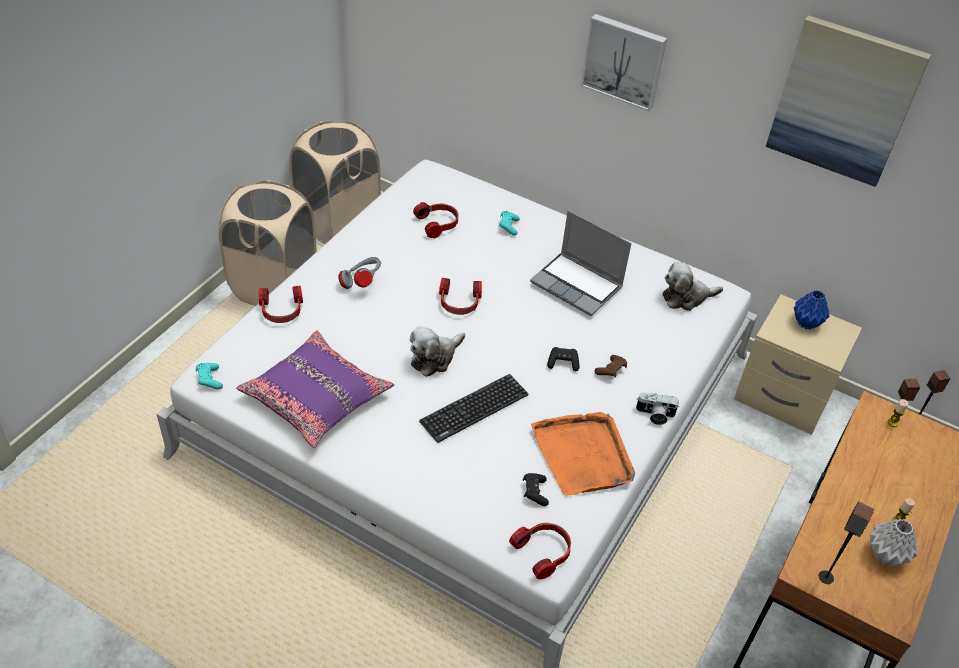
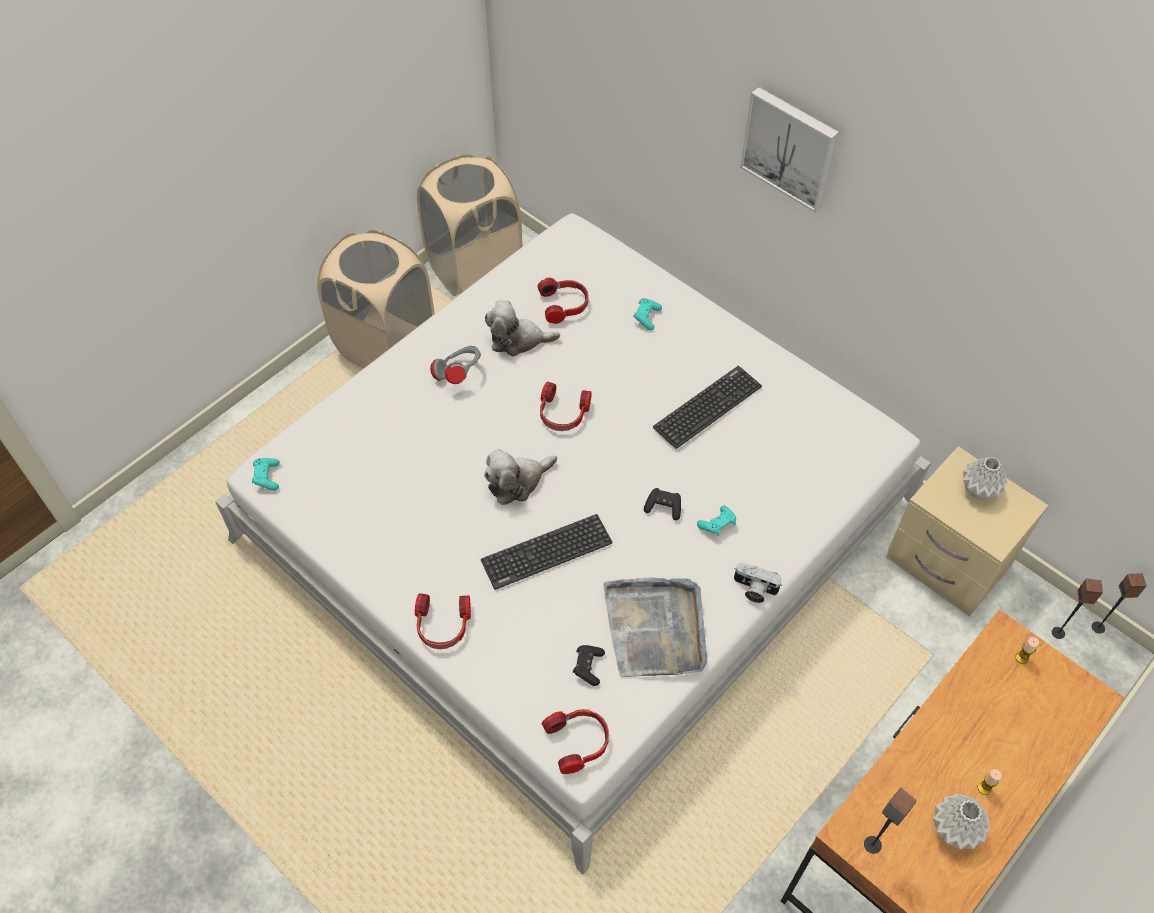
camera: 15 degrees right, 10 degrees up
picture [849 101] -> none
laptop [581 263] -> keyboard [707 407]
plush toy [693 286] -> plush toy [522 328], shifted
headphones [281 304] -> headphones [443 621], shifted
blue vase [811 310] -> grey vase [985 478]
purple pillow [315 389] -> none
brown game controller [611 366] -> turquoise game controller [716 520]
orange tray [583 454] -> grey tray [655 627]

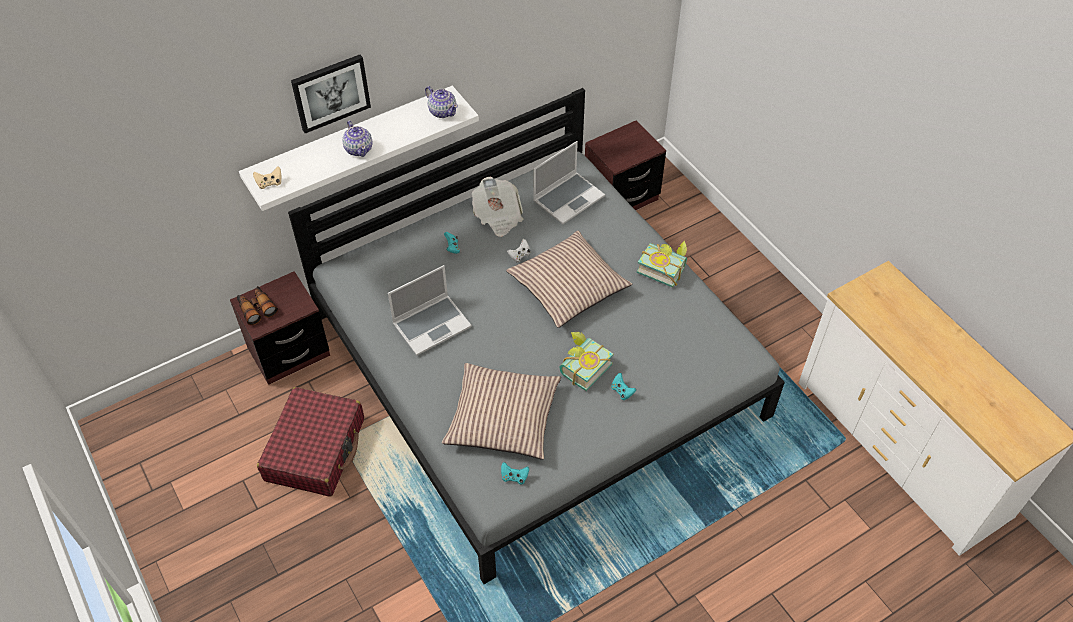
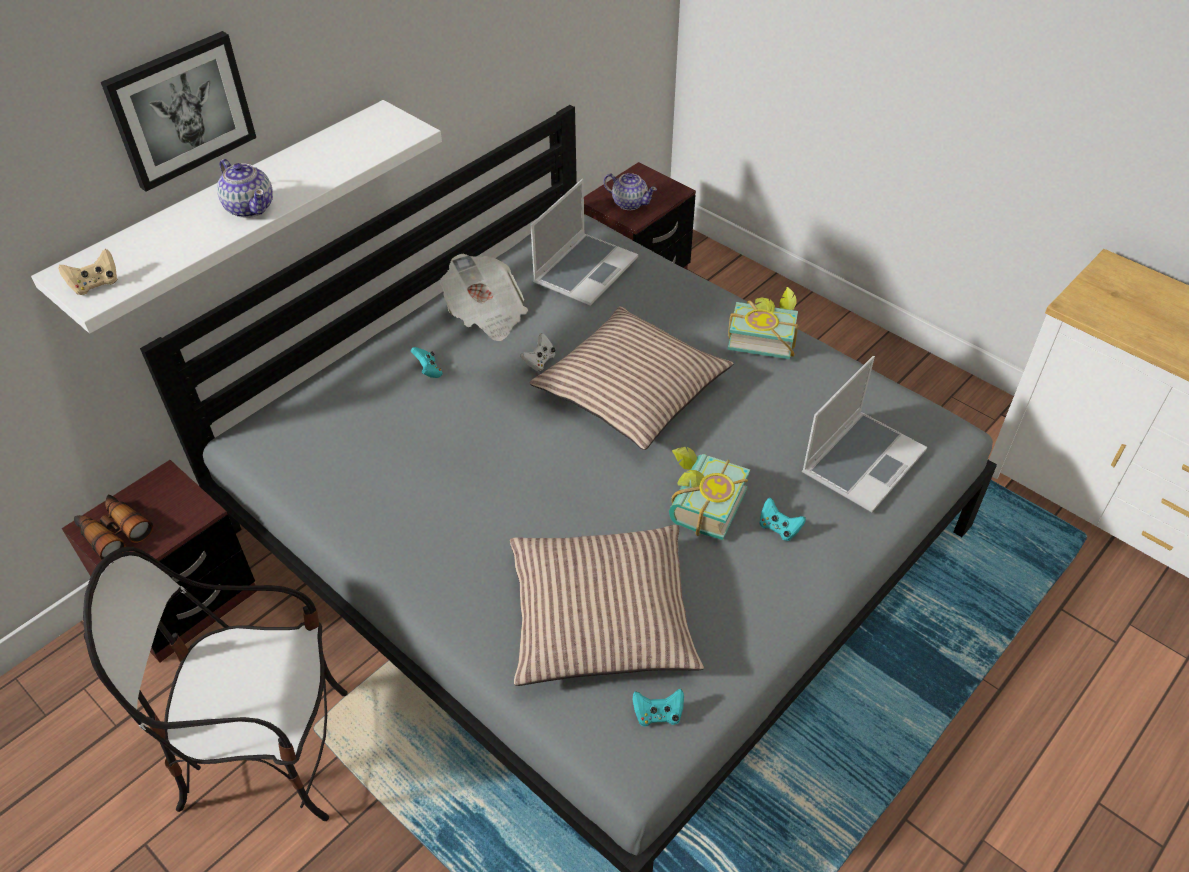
camera: 15 degrees left, 5 degrees down
teapot [441 102] -> teapot [630 191], shifted
laptop [430 310] -> laptop [864 434], shifted
red suitcase [310 442] -> chair [215 684]

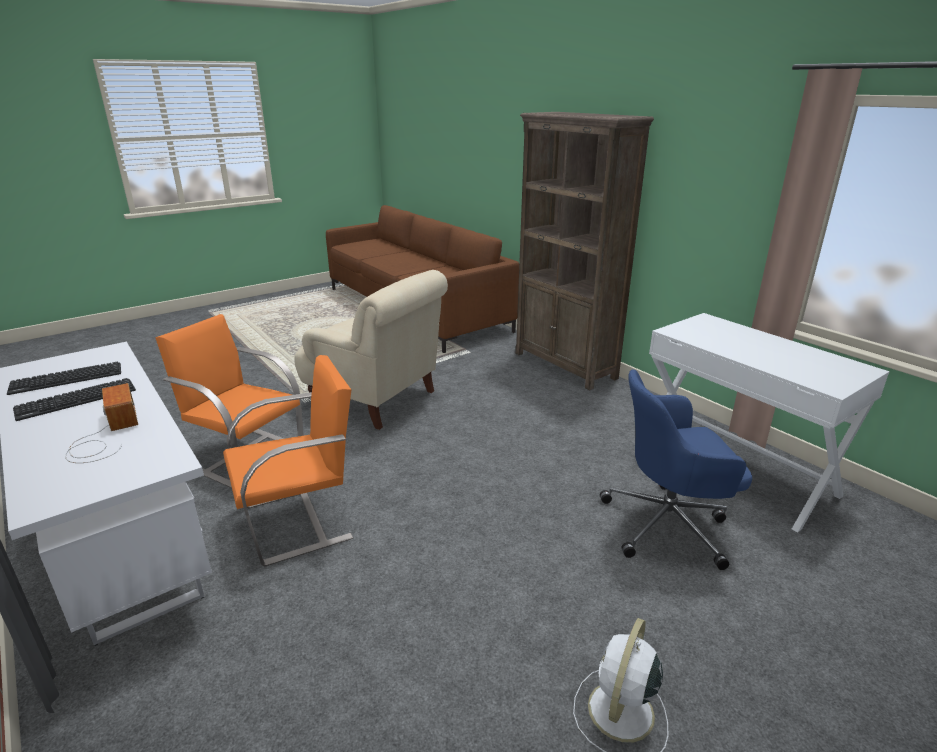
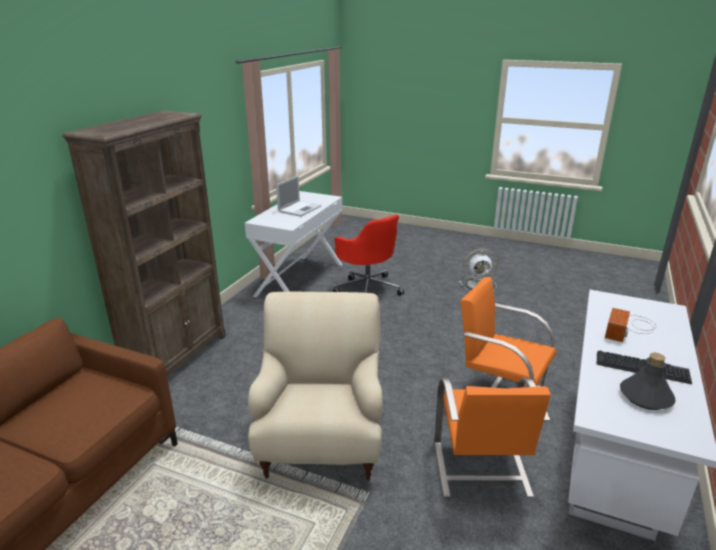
camera: 120 degrees left, 0 degrees up
keyboard [64 378] -> grey bottle [647 381]
blue office chair [676 470] -> red office chair [368 255]
none -> laptop [298 196]

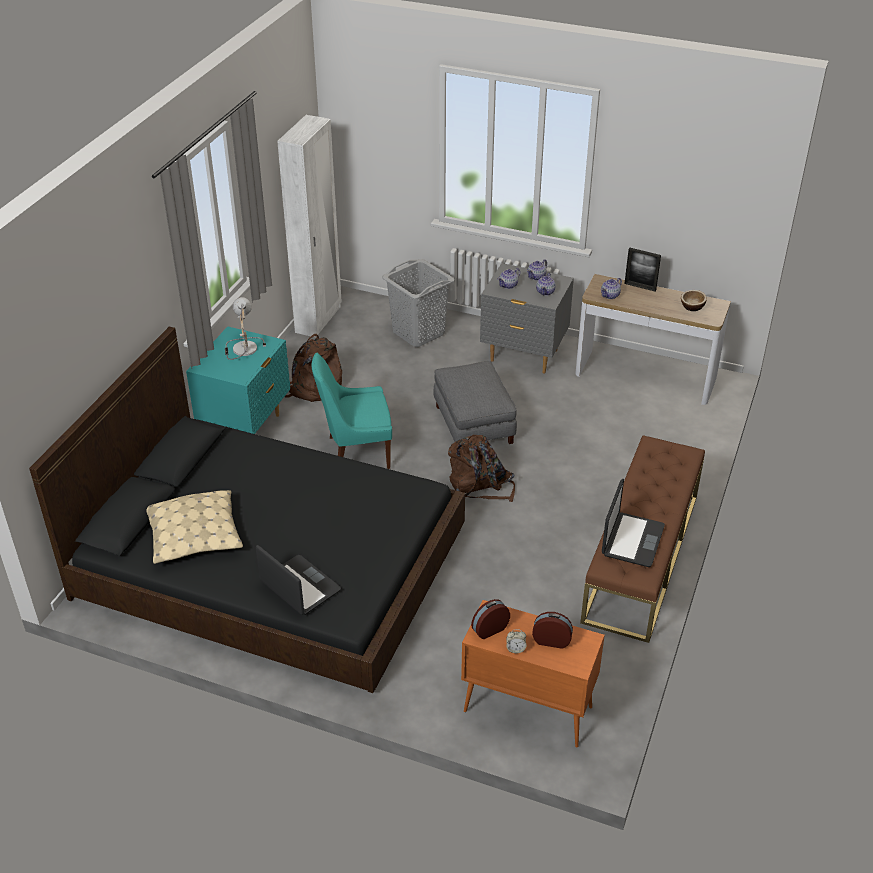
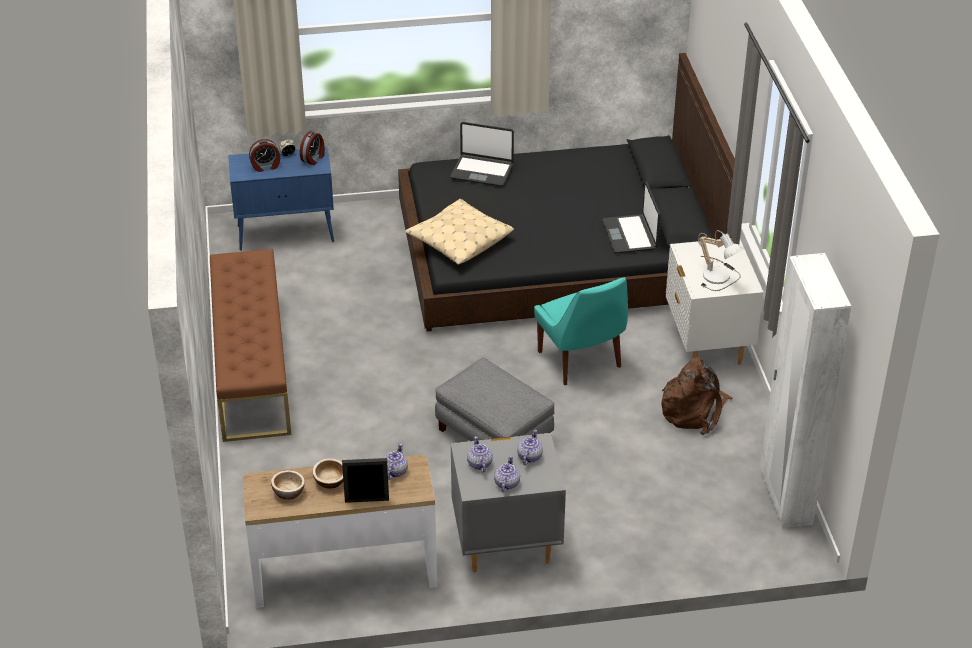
camera: 150 degrees right, 0 degrees up
grey laundry basket [418 303] -> none
turquoise nightstand [238 380] -> white nightstand [714 302]
turquoise chair [352 410] -> turquoise chair [581 331], 105 degrees clockwise
brown backpack [481 468] -> none
laptop [633 523] -> laptop [632 217], shifted
beige pillow [194 527] -> beige pillow [459 232], shifted
orange cabinet [533 673] -> blue cabinet [281 199]
none -> bowl [328 473]

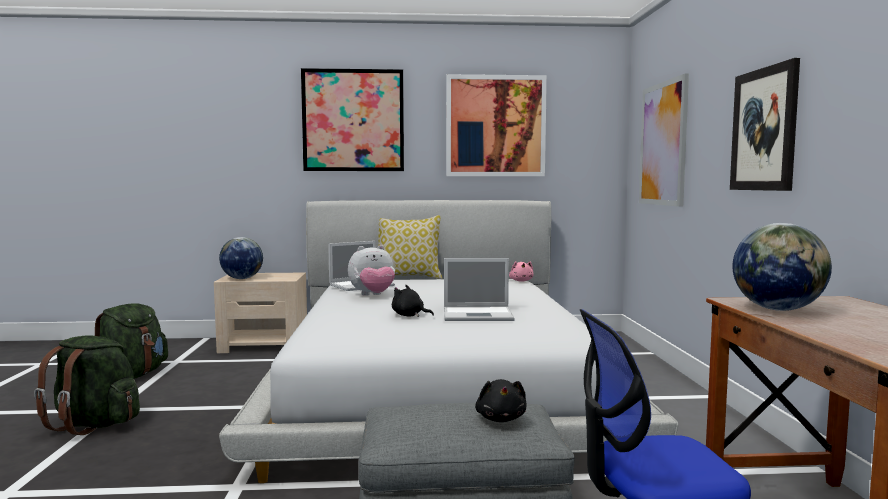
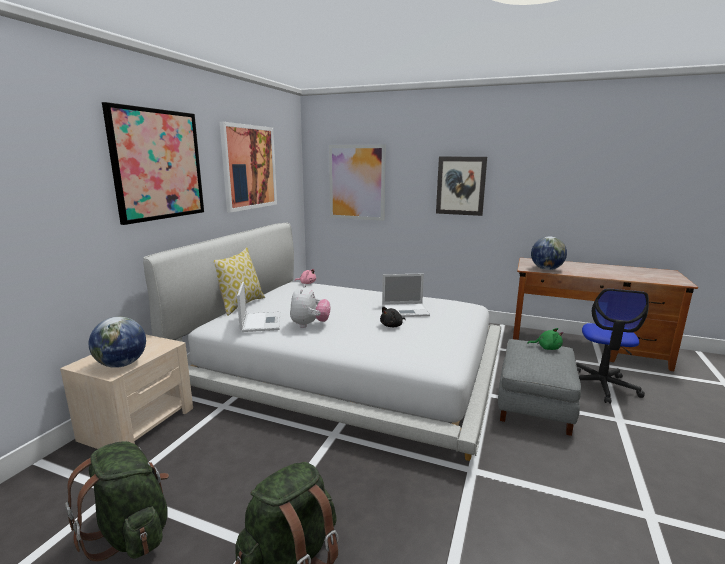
camera: 65 degrees left, 10 degrees up
laptop [479 289] -> laptop [406 295], 60 degrees clockwise
black plush toy [500 400] -> green plush toy [545 339]

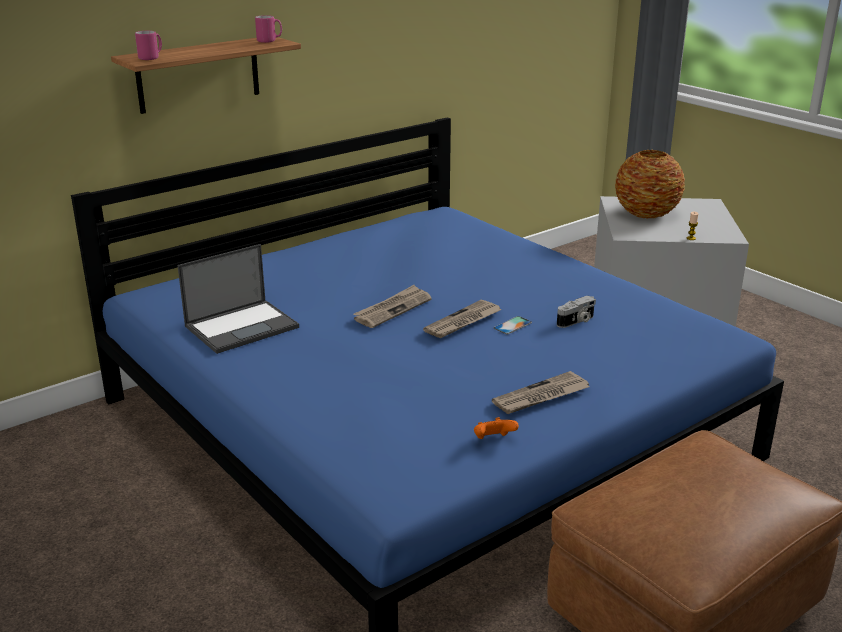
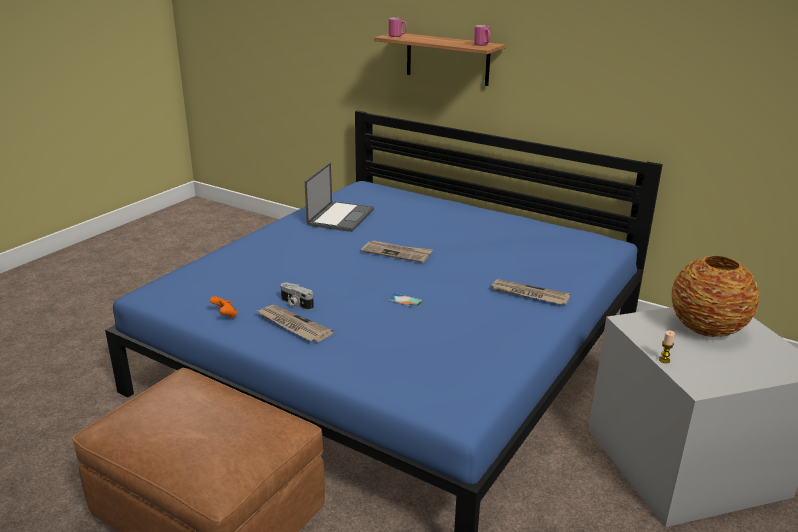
camera: 70 degrees right, 0 degrees up
laptop [238 299] -> laptop [339 197], 105 degrees counterclockwise
photo camera [576 312] -> photo camera [297 296], shifted
newspaper [462 319] -> newspaper [531 292], shifted

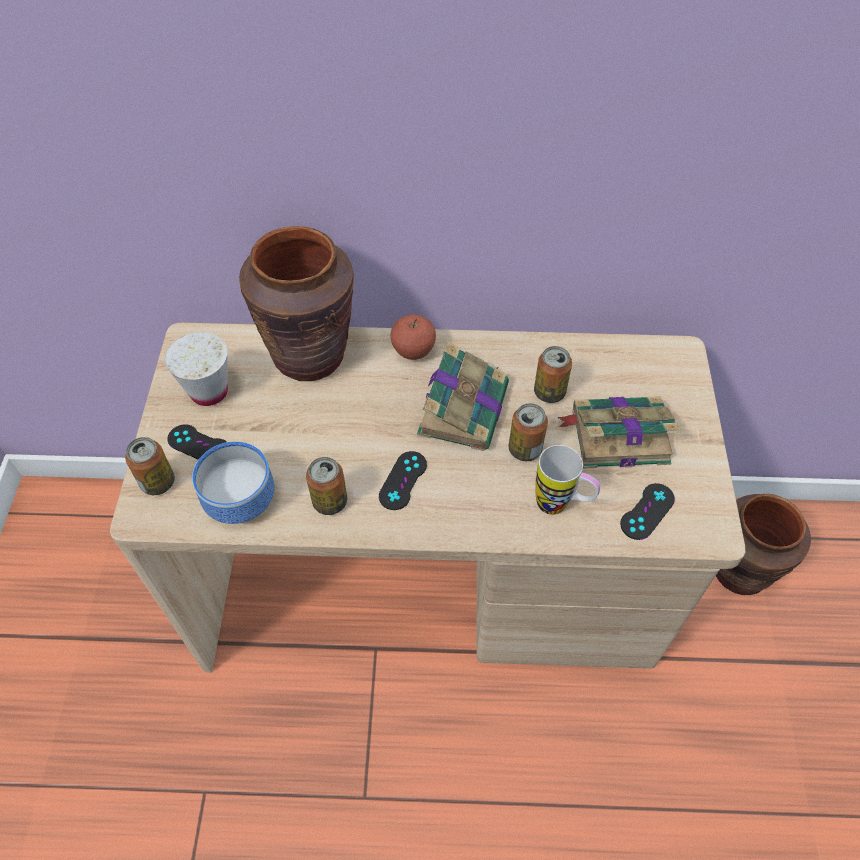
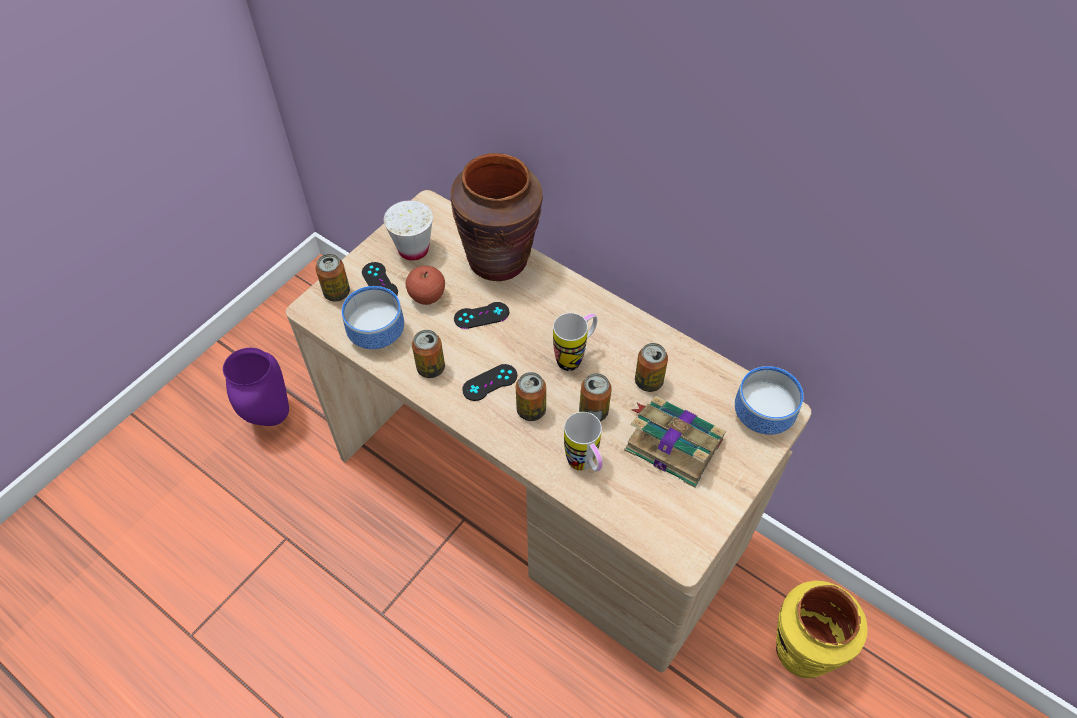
camera: 35 degrees right, 0 degrees up
apple [413 337] -> apple [425 285], shifted
book [463 396] -> mug [575 342]
black game controller [647 511] -> black game controller [481 315], shifted
brown vase [763 544] -> yellow vase [822 629]
none -> purple vase [256 387]
none -> bowl [769 400]
none -> can [531 396]

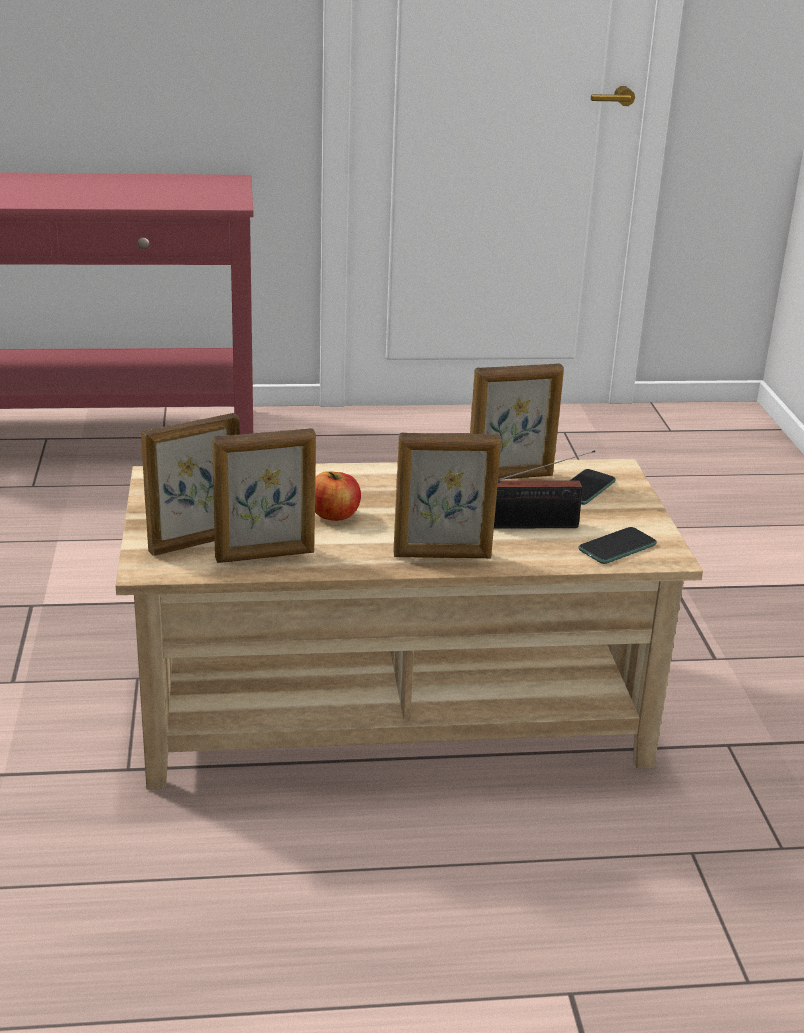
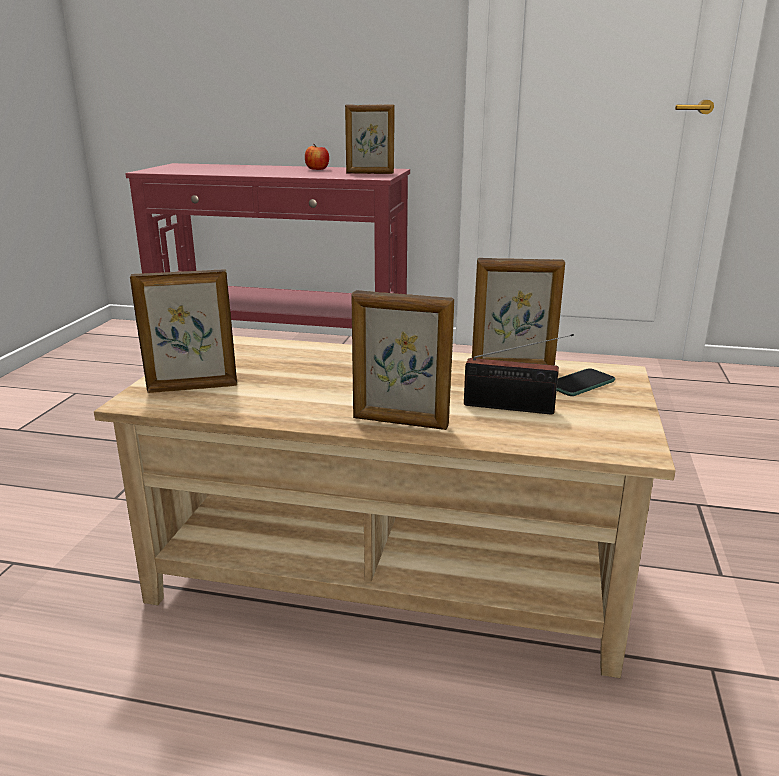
camera: 20 degrees right, 5 degrees down
picture frame [264 495] -> picture frame [370 139], shifted
apple [338 496] -> apple [317 157], shifted
phone [617 545] -> none

